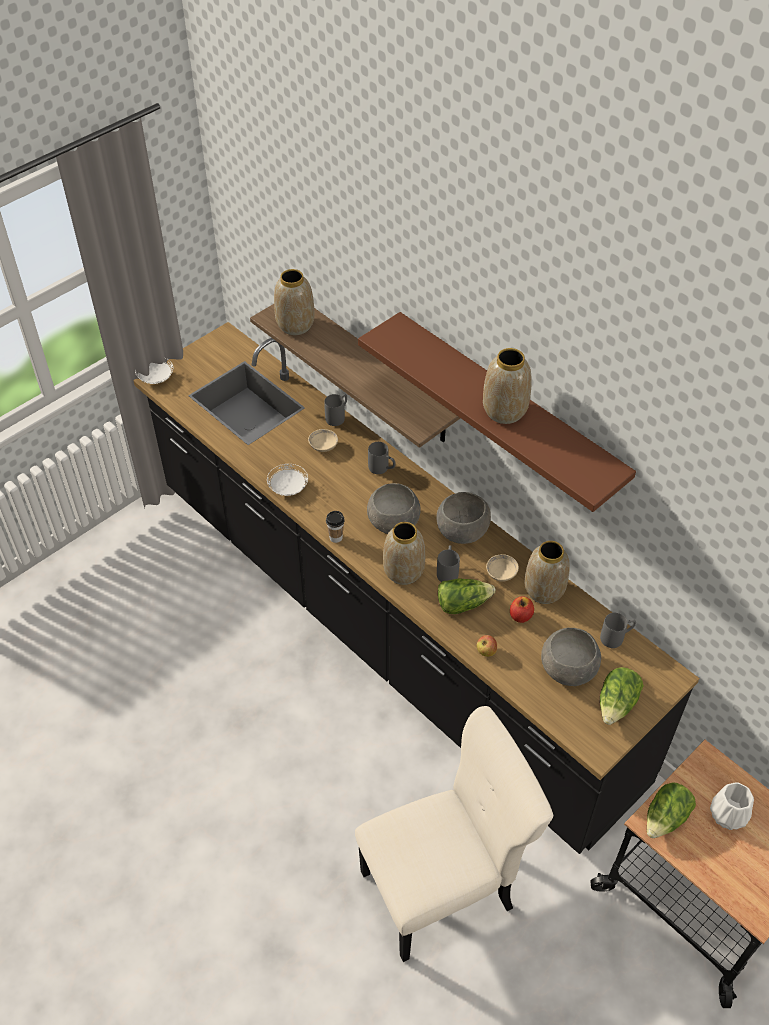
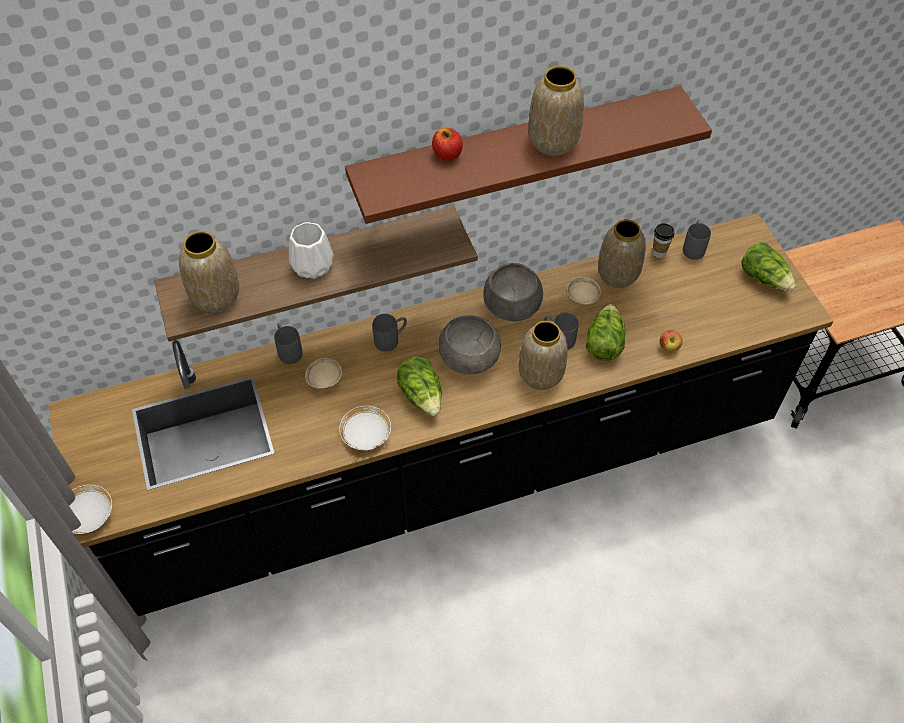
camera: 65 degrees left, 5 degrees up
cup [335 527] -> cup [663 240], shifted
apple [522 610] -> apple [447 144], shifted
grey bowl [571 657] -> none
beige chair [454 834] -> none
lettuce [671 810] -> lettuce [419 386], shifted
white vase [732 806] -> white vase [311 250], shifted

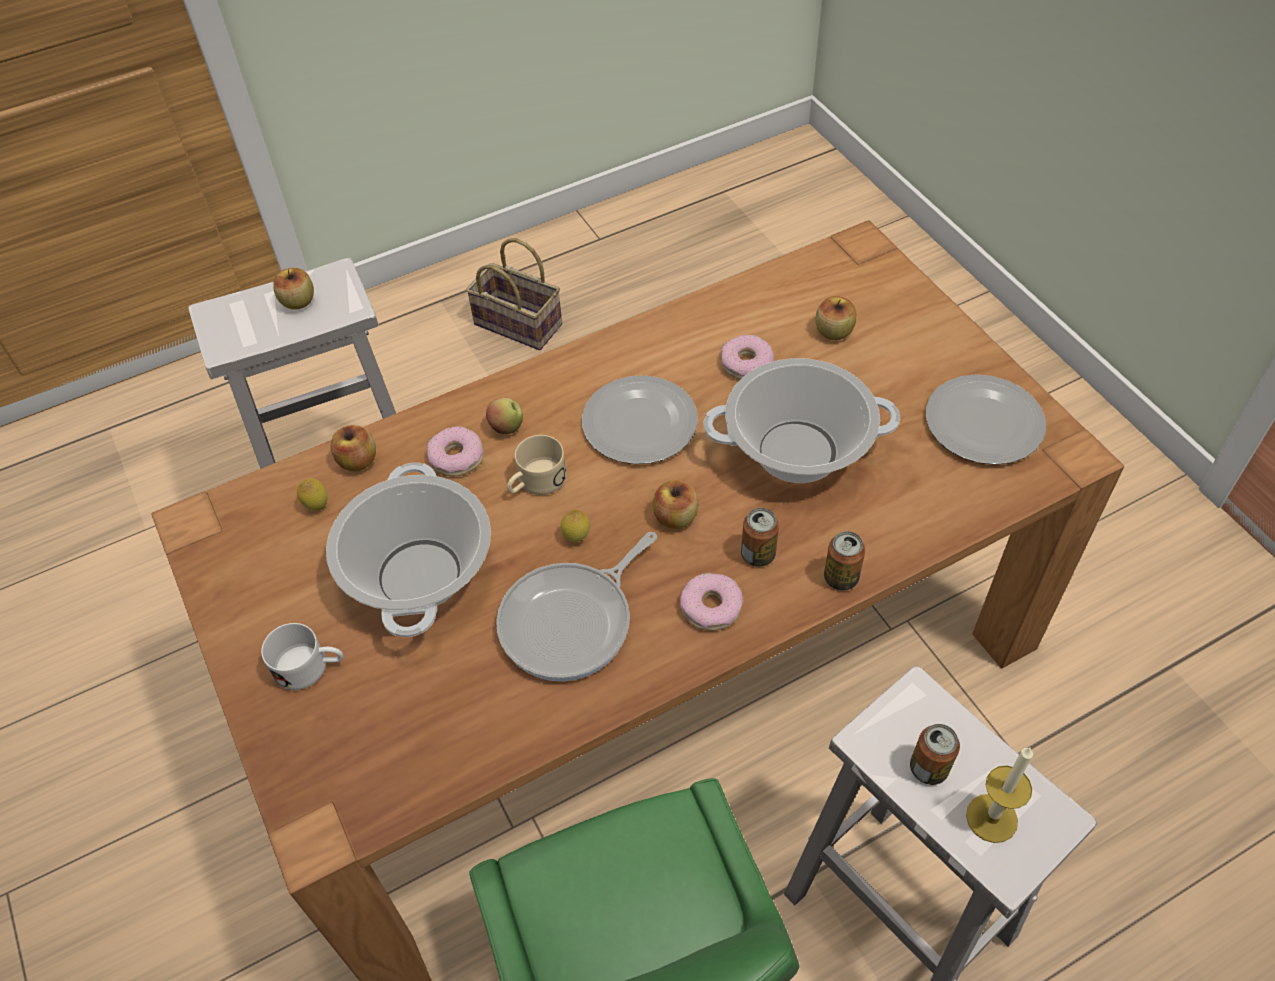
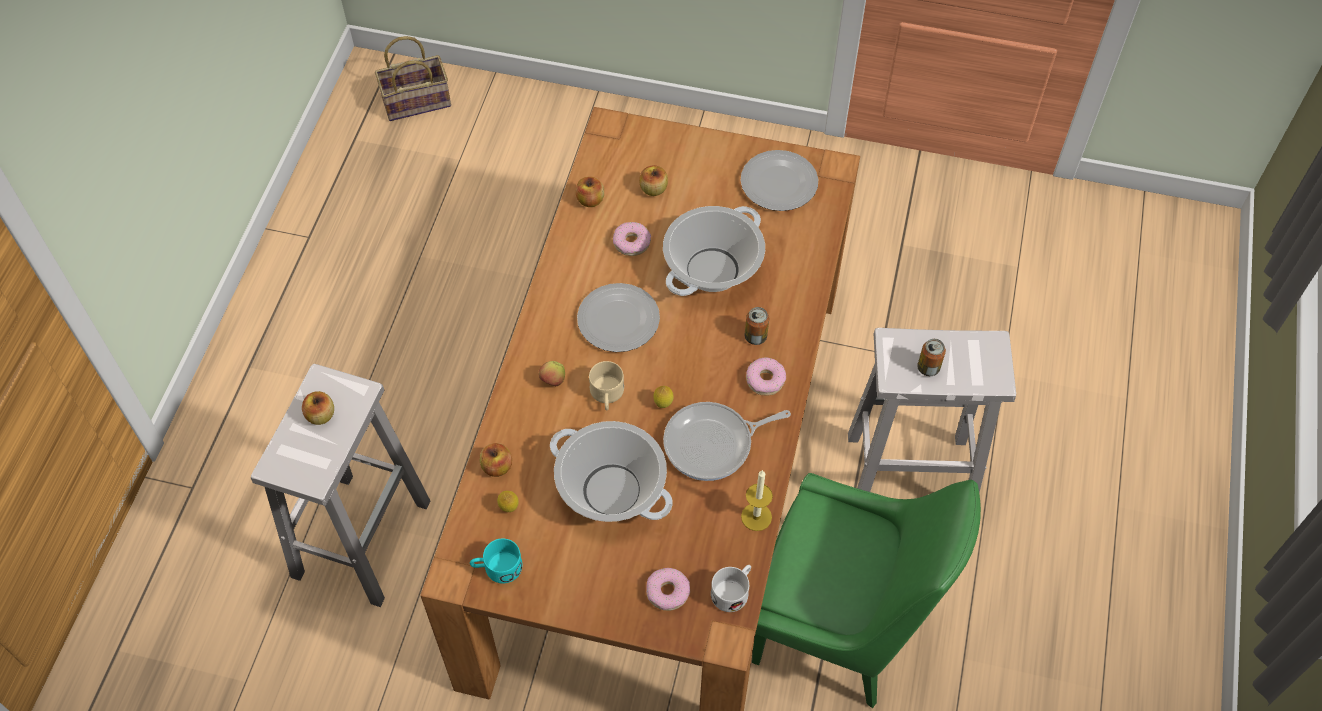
camera: 50 degrees left, 5 degrees up
basket [514 294] -> basket [413 78], shifted
donut [455 451] -> donut [668 589], shifted
apple [675 504] -> apple [590 191], shifted
can [844 561] -> none
frying pan [576 606] -> frying pan [727 441], 75 degrees clockwise
white mug [302 656] -> white mug [731 588], shifted
candle [999 795] -> candle [757 500], shifted
none -> turquoise mug [496 561]

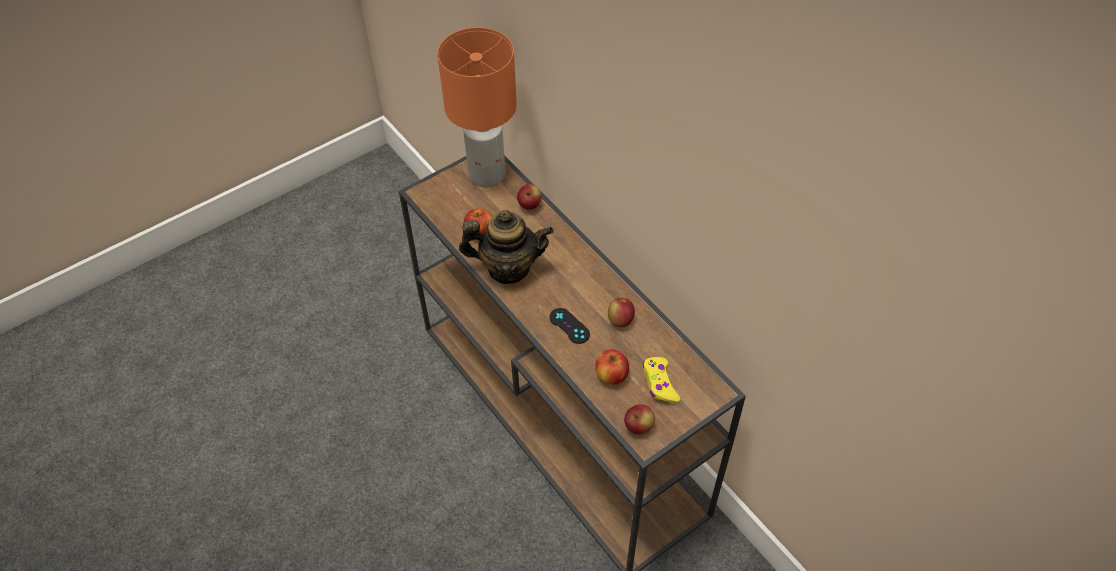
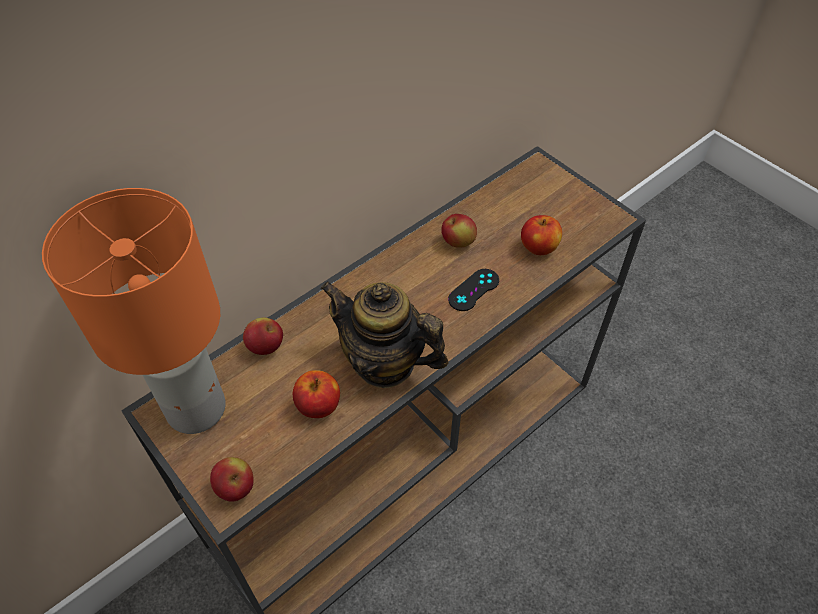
camera: 95 degrees left, 0 degrees up
teapot [506 247] -> teapot [384 334], 60 degrees counterclockwise
yellow game controller [661 380] -> none
apple [639 419] -> apple [232 479], shifted

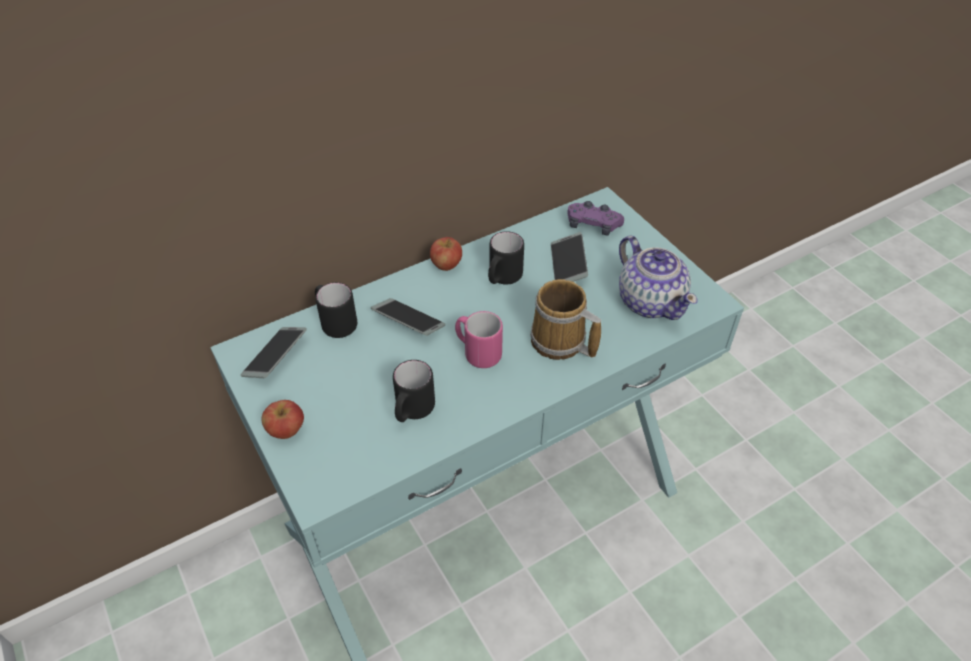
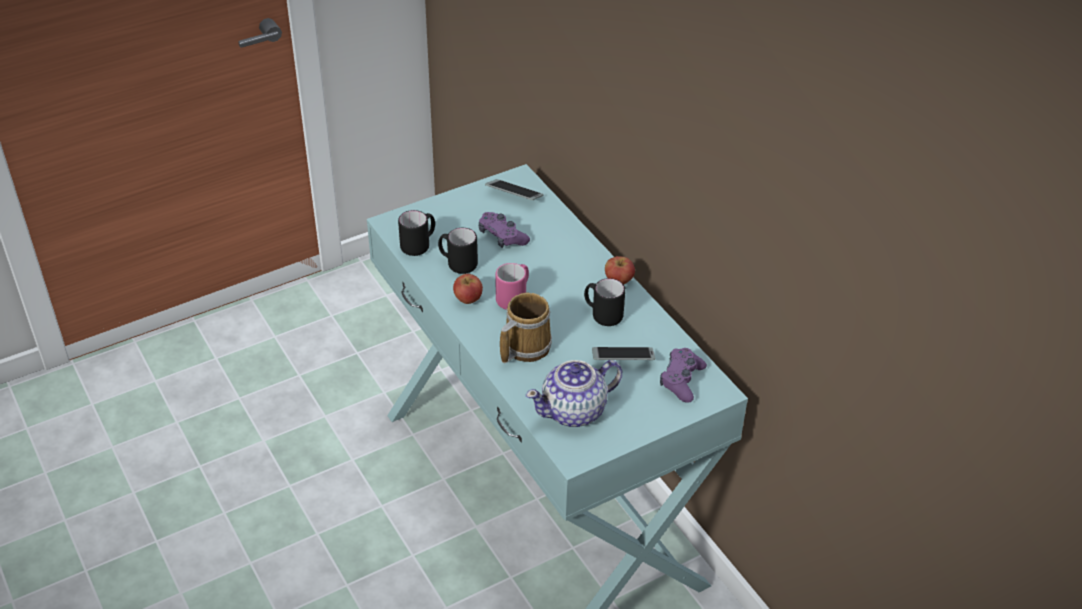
camera: 90 degrees right, 5 degrees down
black mug [336 310] -> black mug [416 233], shifted
phone [408 317] -> none
apple [282 419] -> apple [468 289], shifted
none -> purple game controller [504 230]

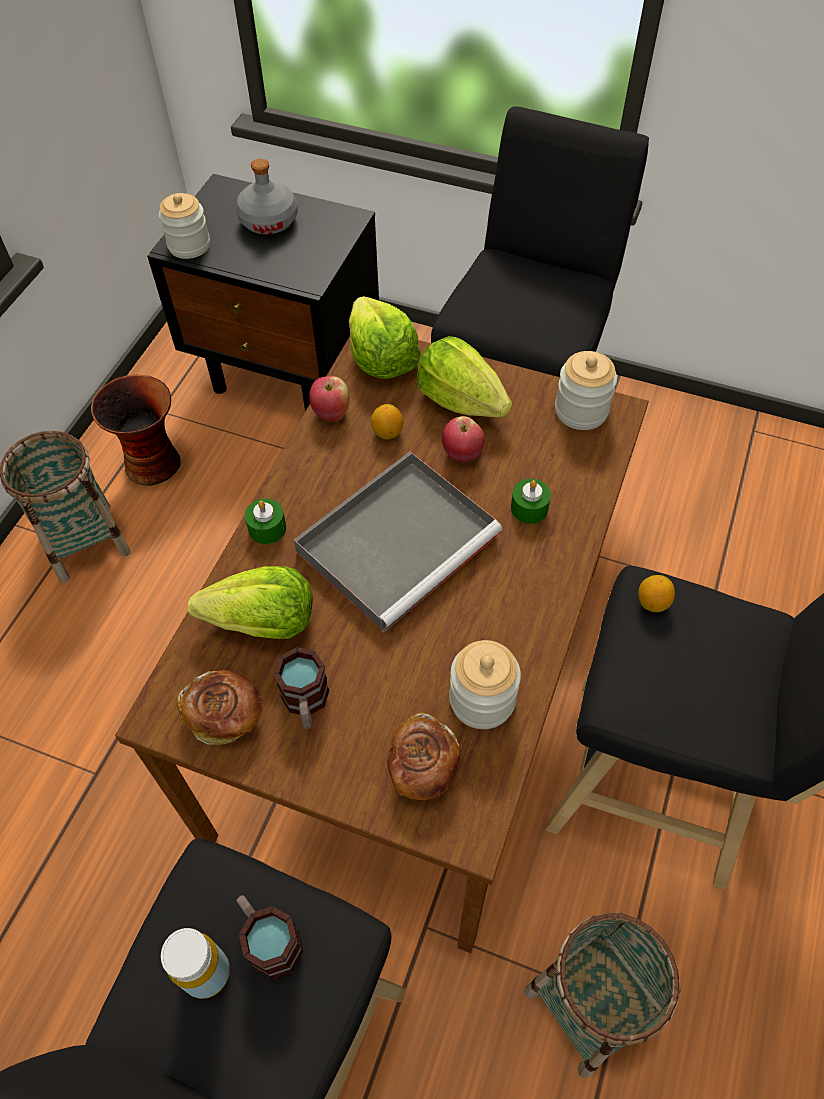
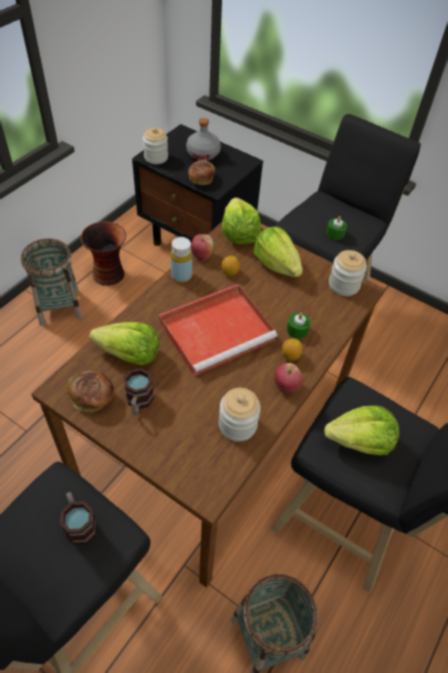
camera: 10 degrees right, 5 degrees down
apple [463 439] -> apple [288 378], shifted
grey tray [398 542] -> red tray [218 330]
green candle [265 521] -> green candle [336 228], shifted
lemon [656 593] -> lemon [292 350], shifted
bread [424 756] -> bread [201 172], shifted
yellow bottle [195 963] -> yellow bottle [181 260], shifted
none -> lettuce [361 430]

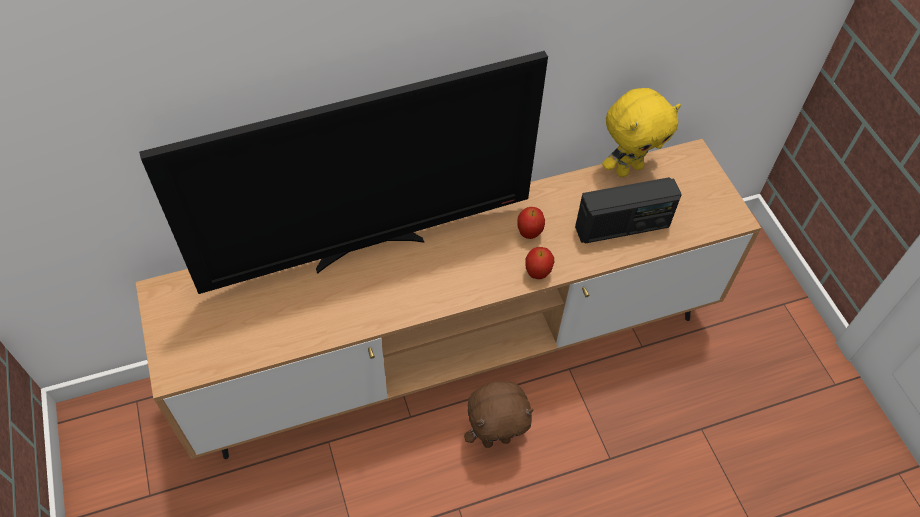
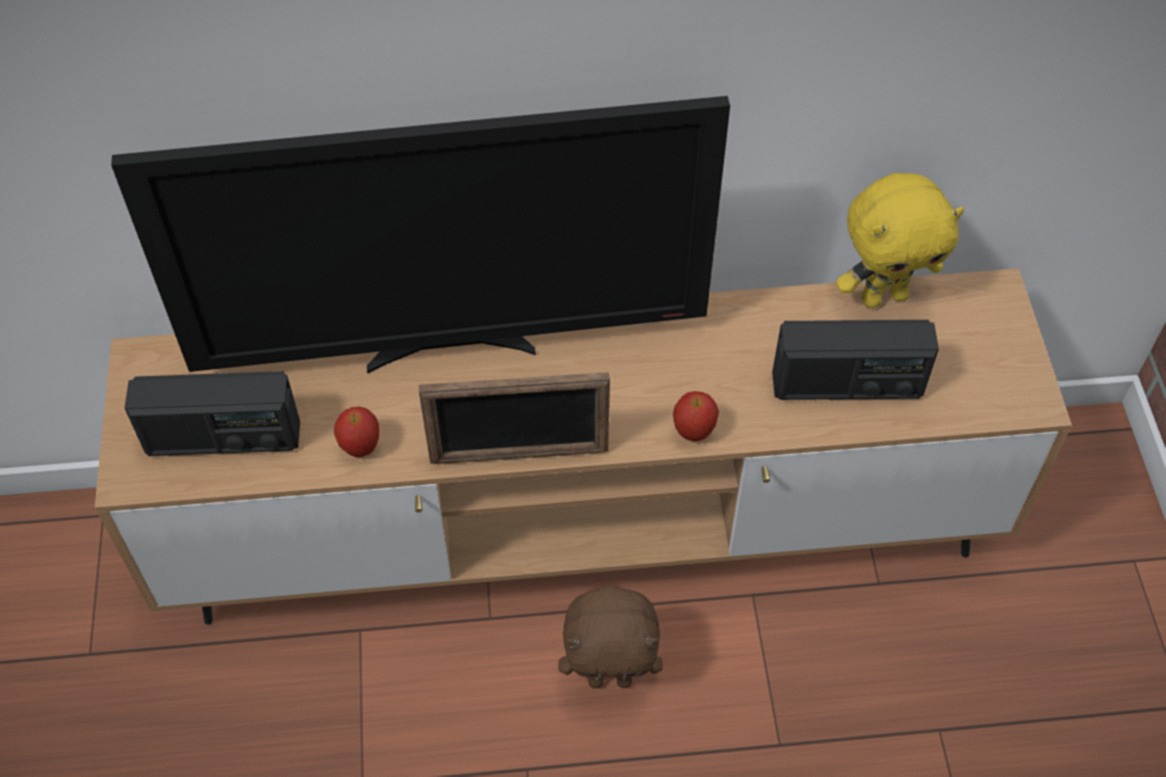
camera: 15 degrees right, 0 degrees up
apple [531 223] -> apple [356 431], shifted
none -> radio [212 413]
none -> picture frame [514 418]

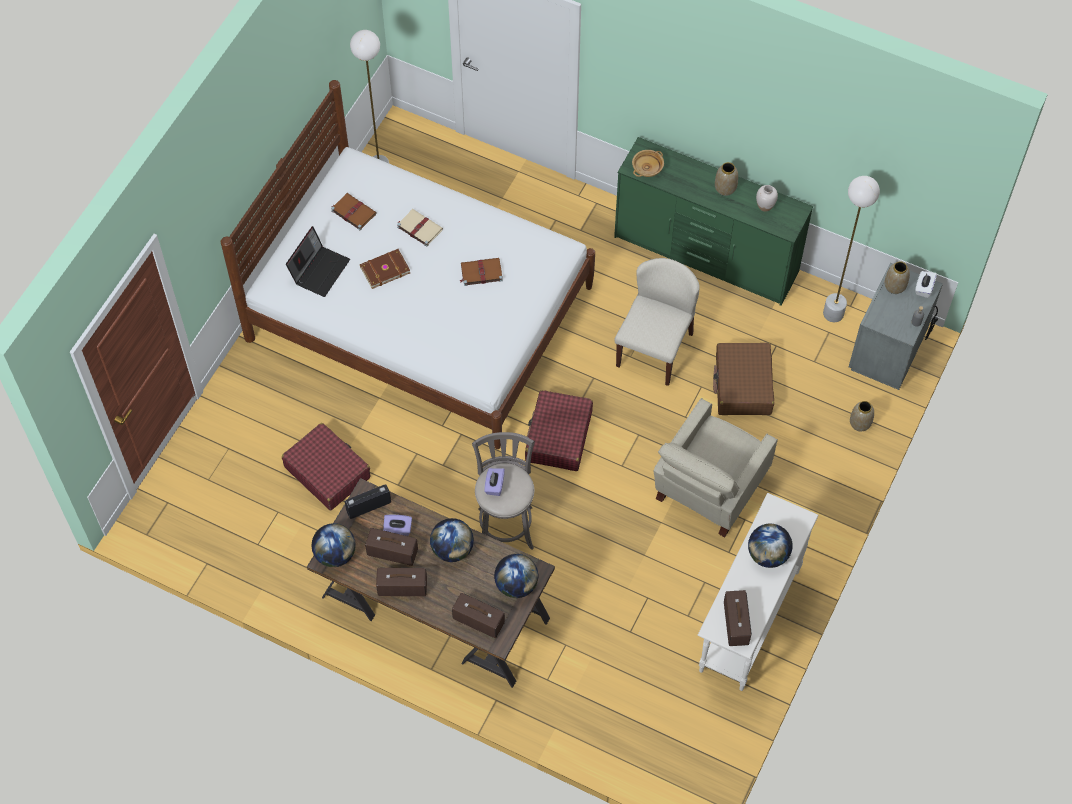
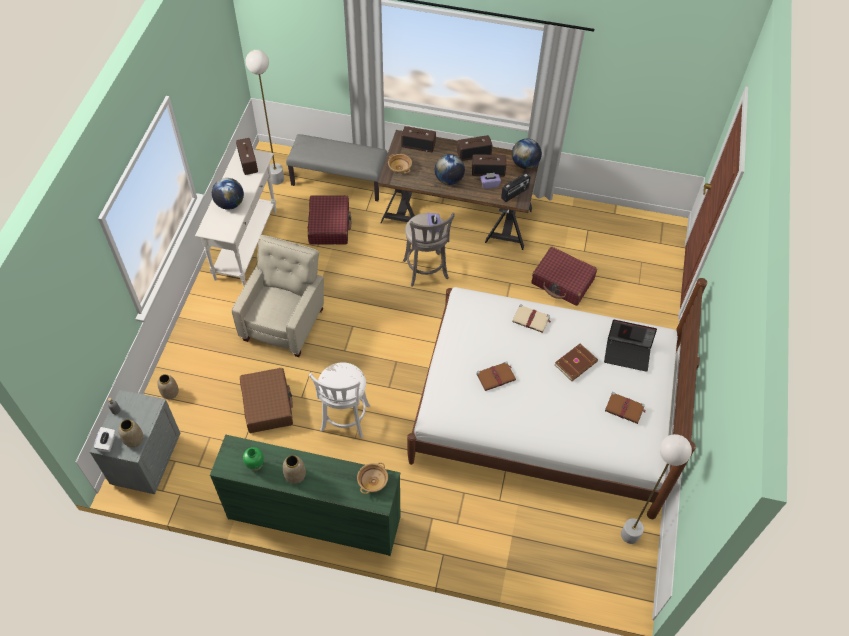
camera: 165 degrees right, 5 degrees down
white floor lamp [851 249] -> white floor lamp [264 117], shifted
white vase [767 198] -> green vase [253 459]
beige book [420 228] -> beige book [531 318], shifted
laptop [318 261] -> laptop [630 346], 90 degrees counterclockwise
beige chair [657 322] -> white stool [339 400]
red suitcase [559 430] -> red suitcase [329 220], shifted
globe [516 576] -> beige bowl [400 163]
none -> grey bench [337 167]

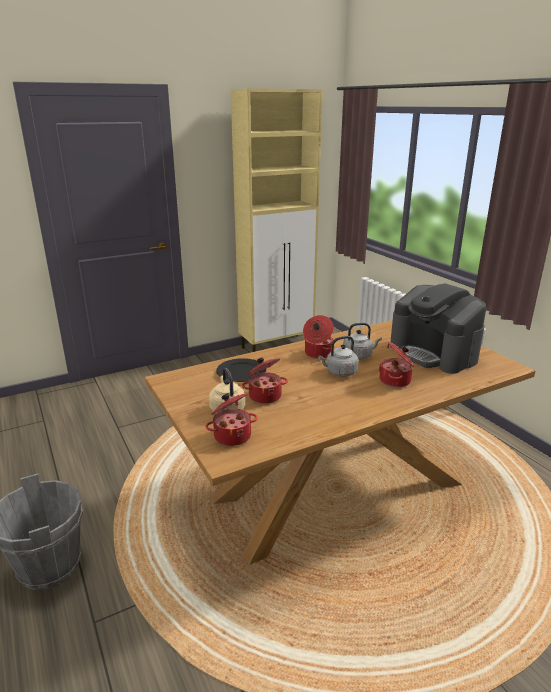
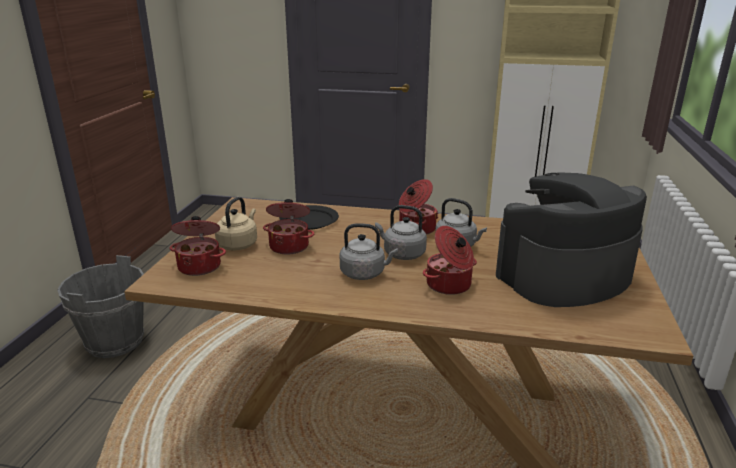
camera: 40 degrees right, 0 degrees up
coffee machine [438 328] -> coffee machine [571 239], 60 degrees clockwise
none -> grey kettle [369 251]

